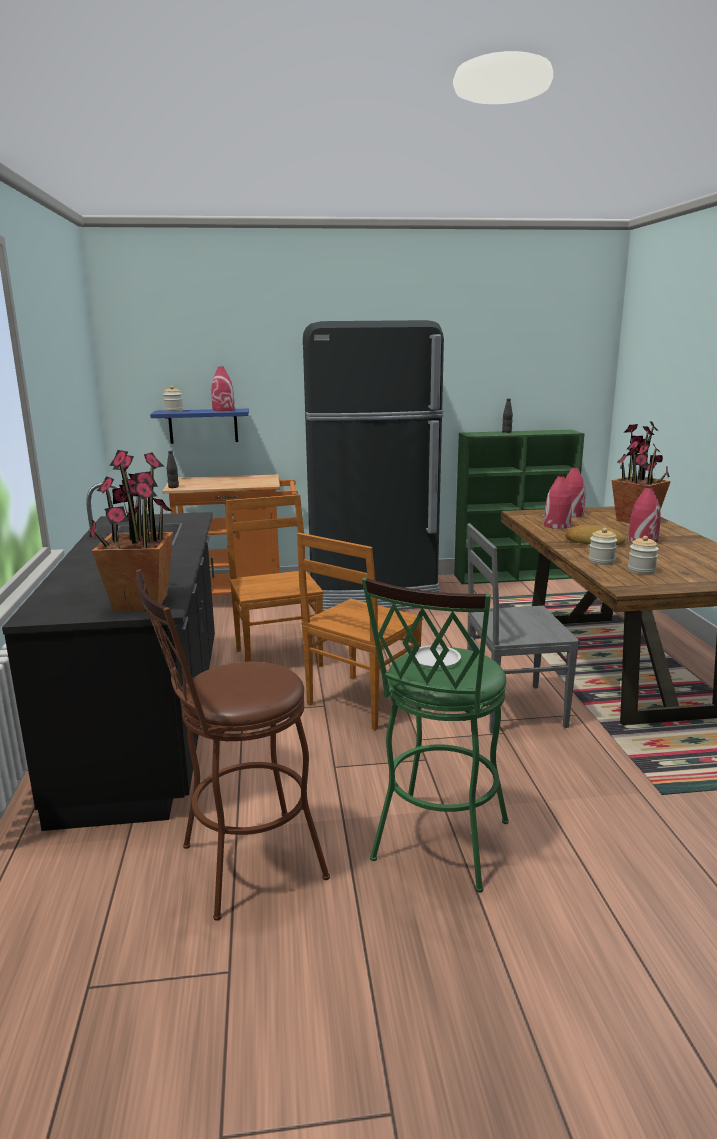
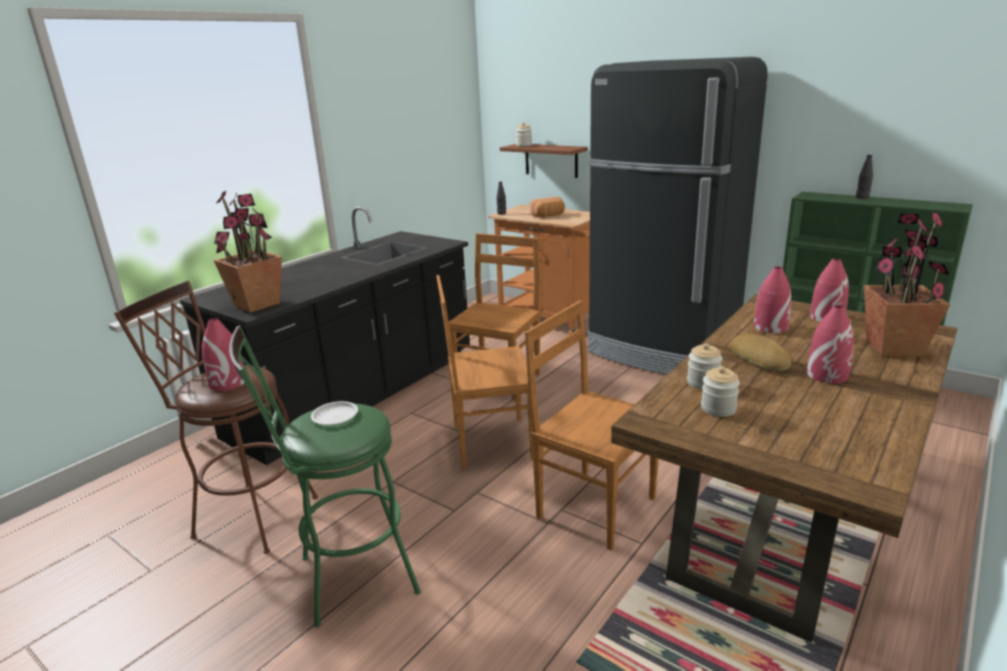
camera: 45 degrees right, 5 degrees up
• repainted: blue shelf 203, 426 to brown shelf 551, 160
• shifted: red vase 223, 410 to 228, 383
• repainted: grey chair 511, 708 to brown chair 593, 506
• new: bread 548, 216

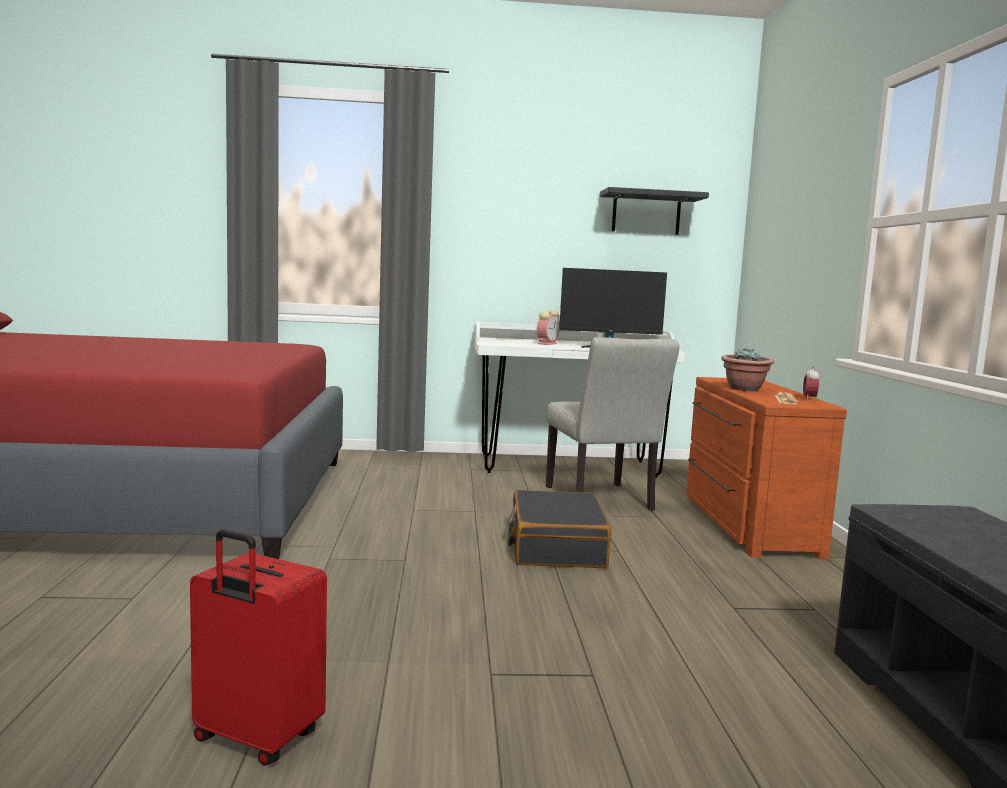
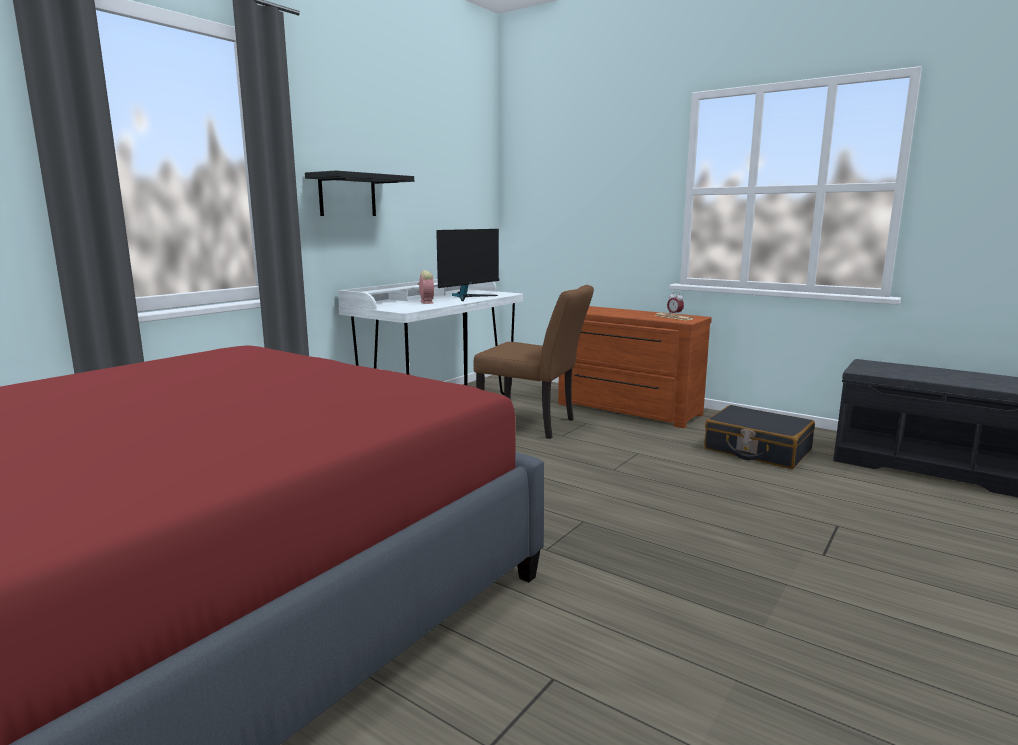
camera: 50 degrees left, 5 degrees up
• gone: red suitcase 255, 739
• shifted: black suitcase 556, 546 to 757, 450
• repainted: grey chair 602, 501 to brown chair 534, 425
• shifted: black shelf 646, 213 to 347, 195
• gone: potted plant 744, 389

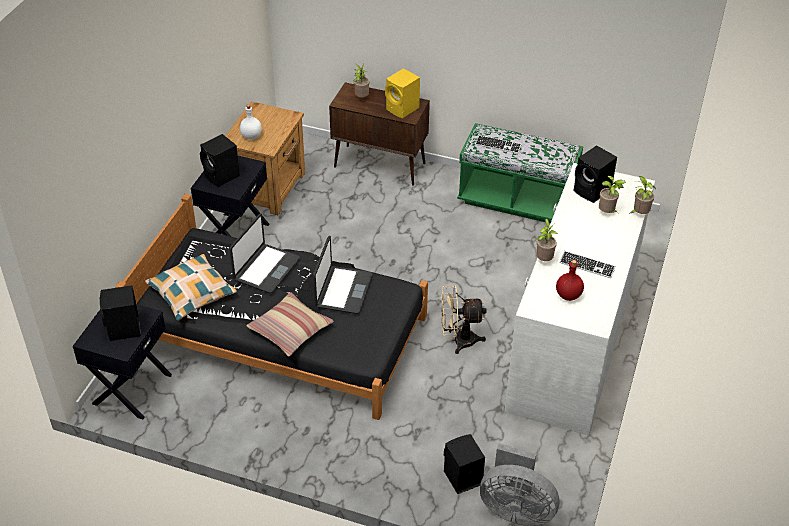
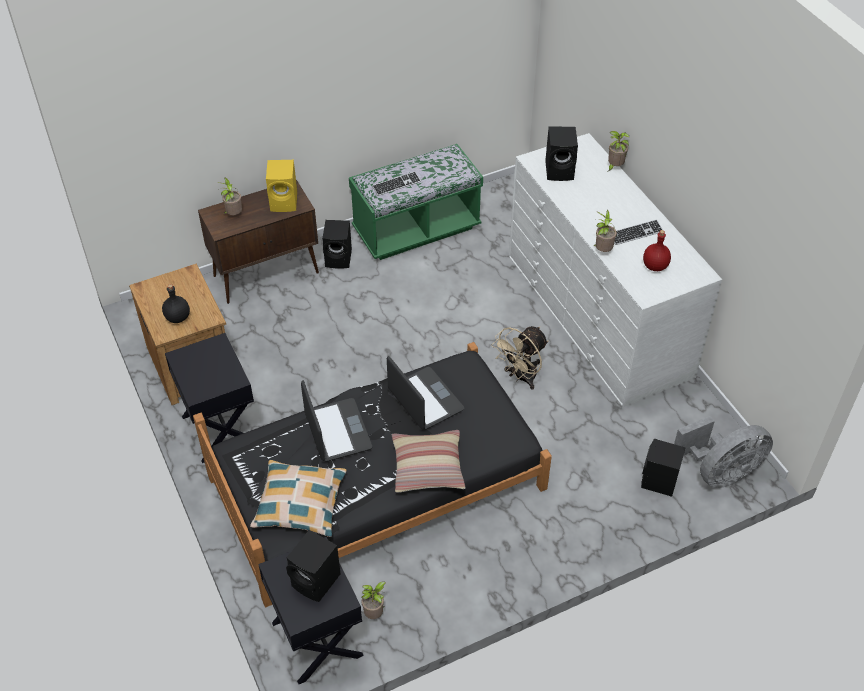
camera: 45 degrees left, 5 degrees up
• shifted: black speaker 222, 176 to 339, 258
• repainted: white bottle 251, 136 to black bottle 178, 318
• shifted: potted plant 607, 213 to 375, 614

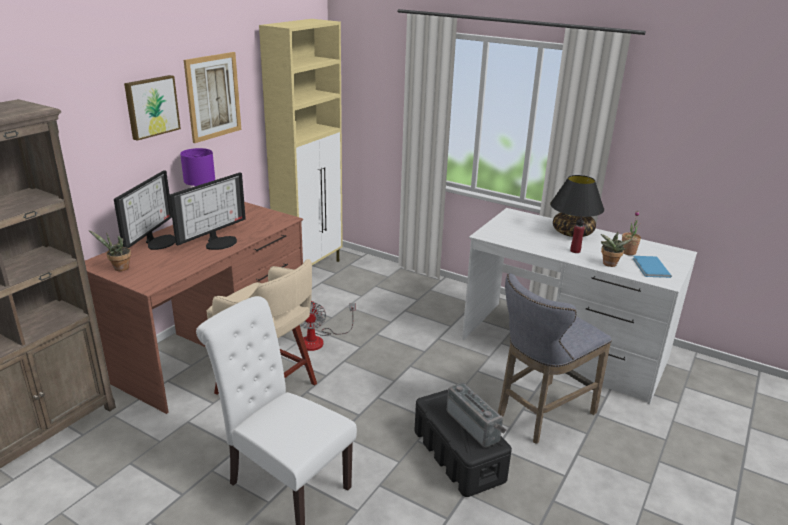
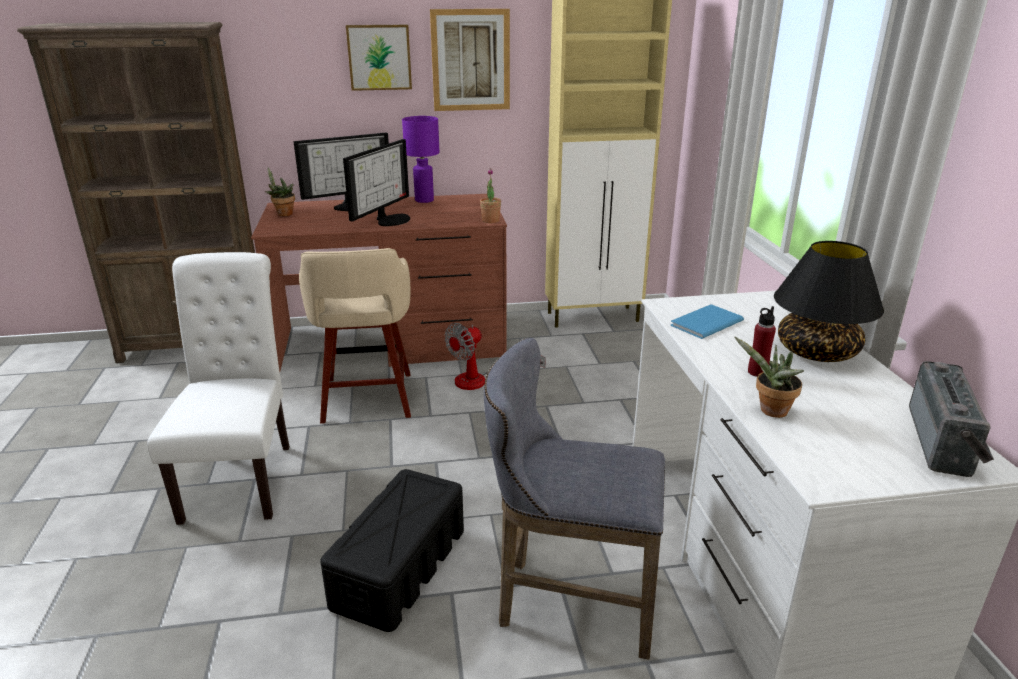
camera: 50 degrees right, 0 degrees up
• rotated: monitor 219, 242 = 390, 219 60 degrees counterclockwise
• shifted: radio 475, 425 to 945, 442
• shifted: potted plant 628, 252 to 490, 220
• shifted: blue book 650, 268 to 704, 323

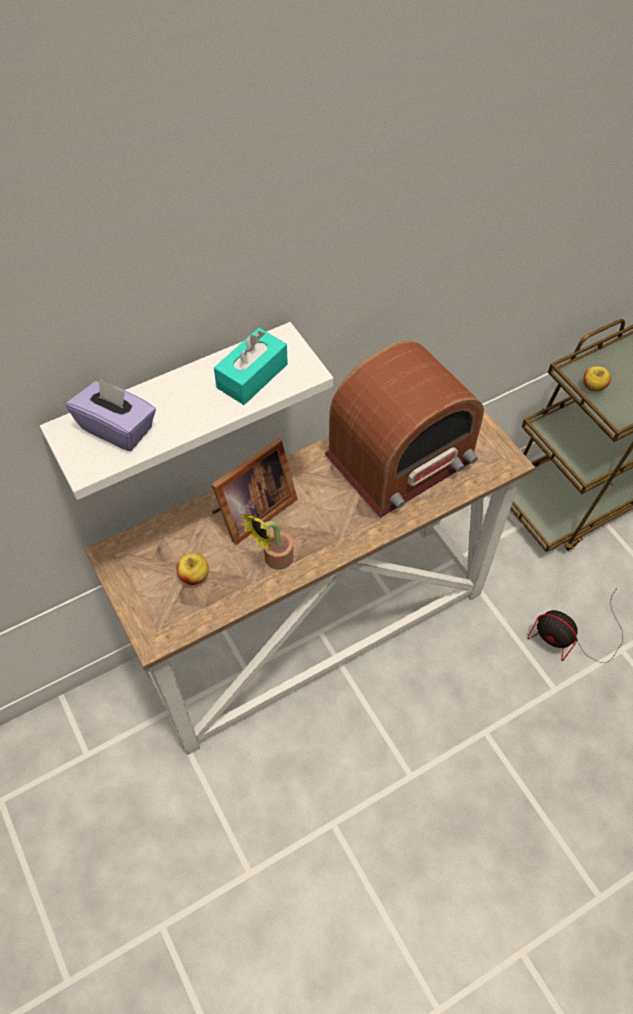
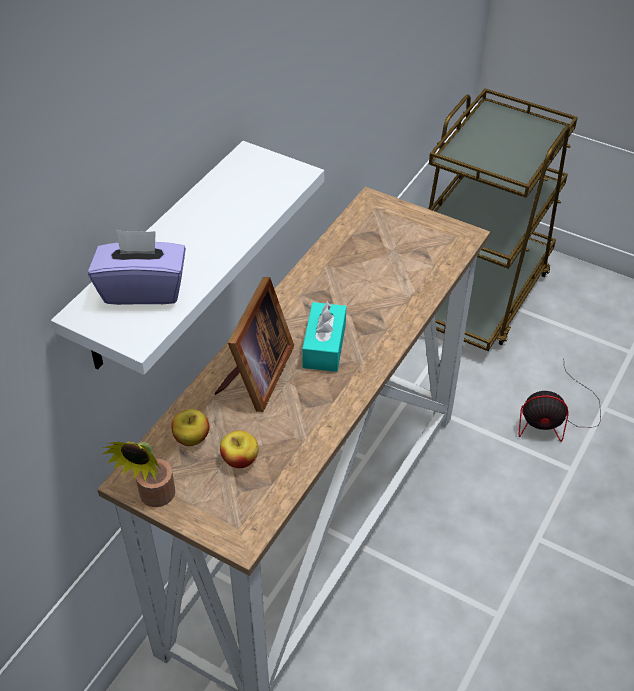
camera: 30 degrees left, 10 degrees down
• shifted: turquoise tissue box 252, 376 to 324, 346
• shifted: potted plant 274, 561 to 154, 498
• gone: radio 401, 459
• shifted: apple 593, 386 to 191, 438

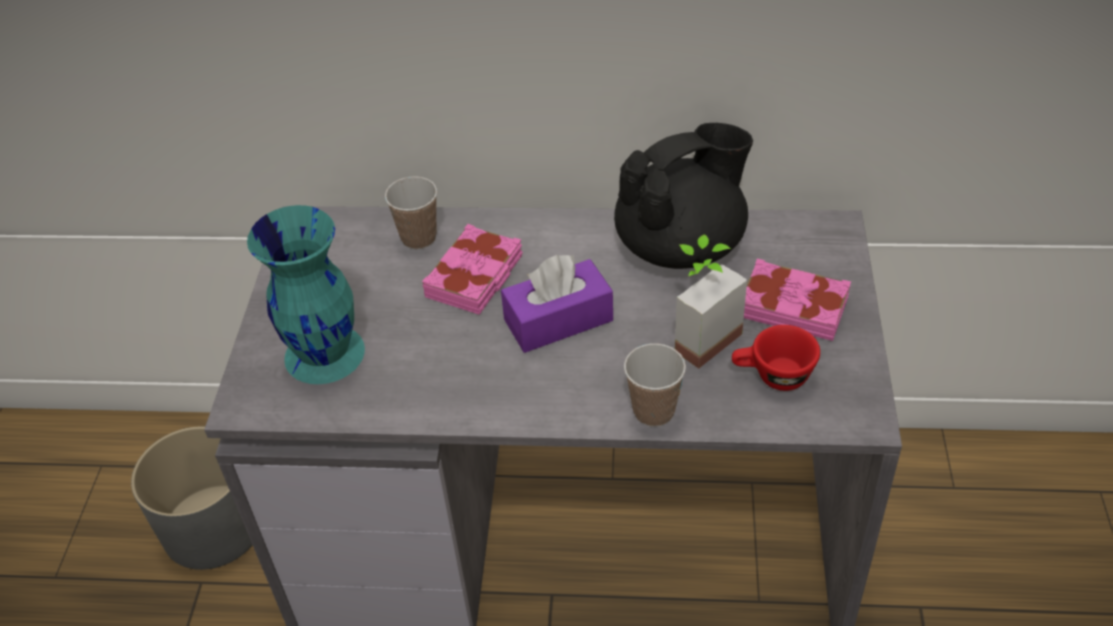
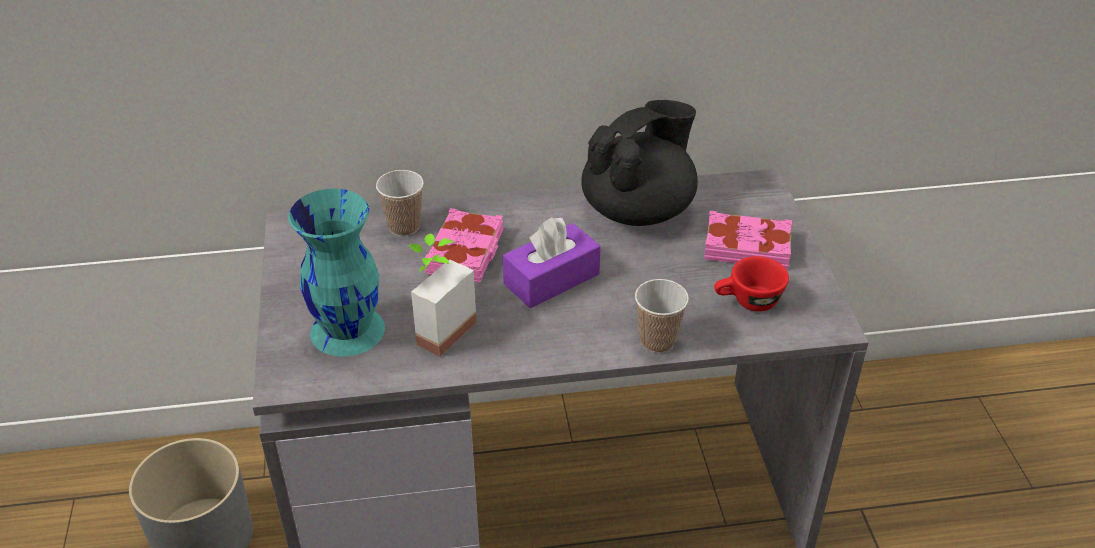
camera: 15 degrees left, 5 degrees down
• shifted: potted plant 698, 335 to 437, 328

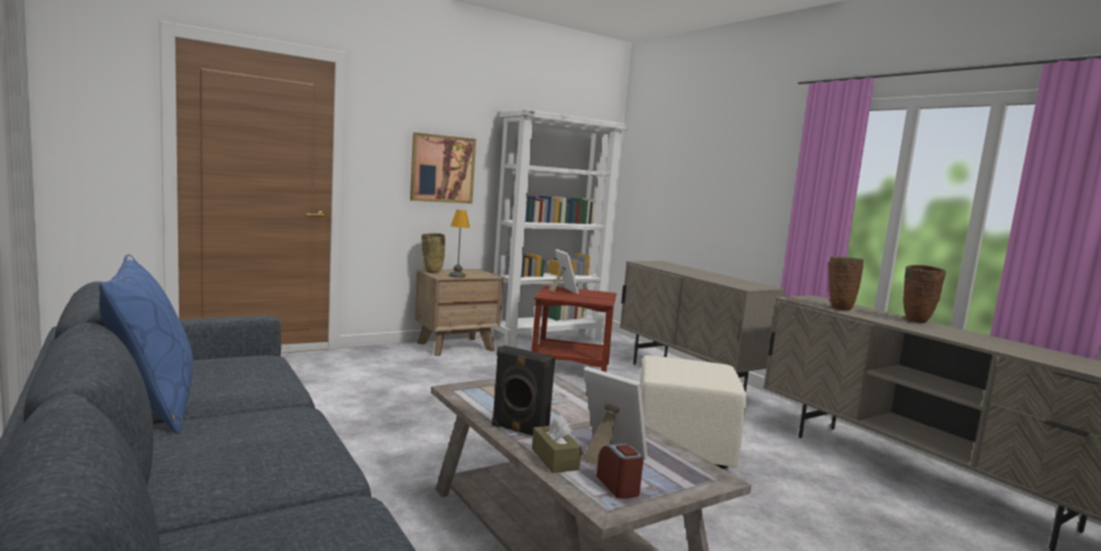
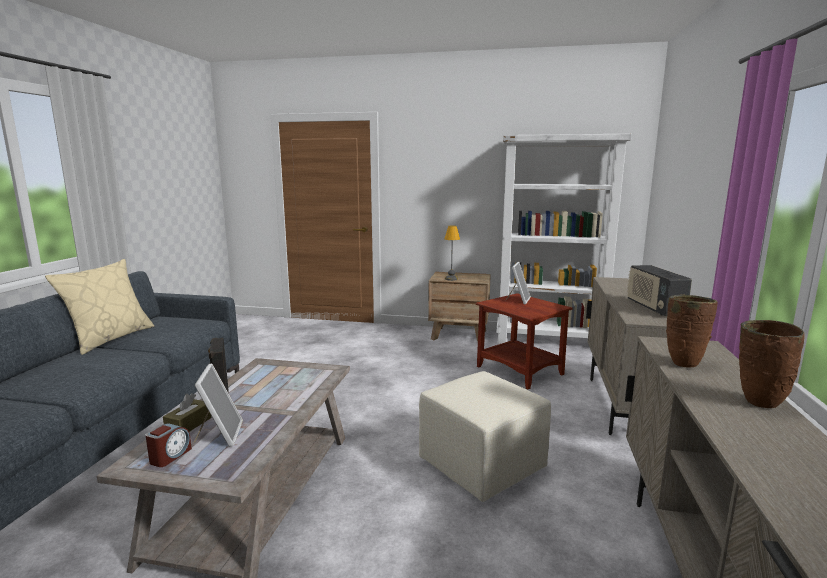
camera: 45 degrees right, 5 degrees up
• repainted: blue pillow 152, 405 to beige pillow 110, 338
• gone: picture 442, 169
• gone: beige vase 431, 272
• new: radio 654, 308

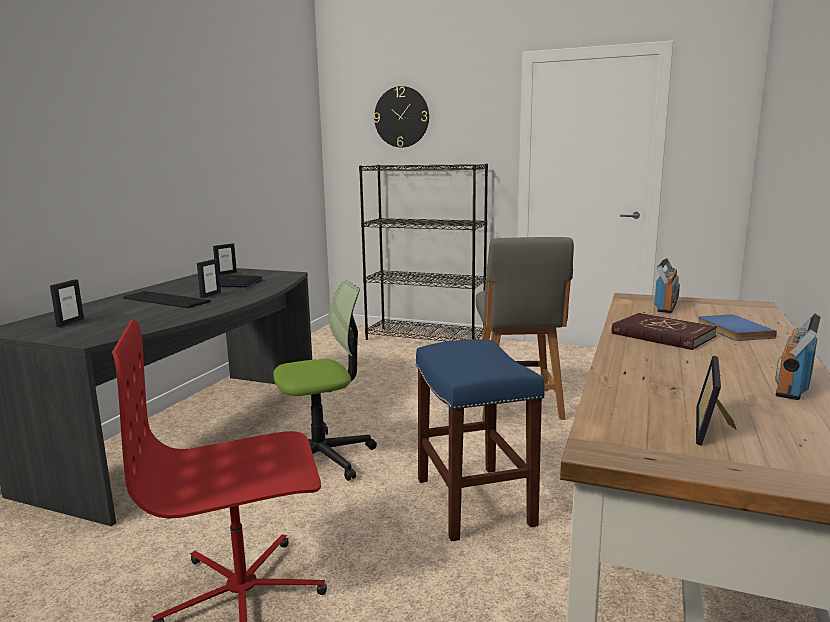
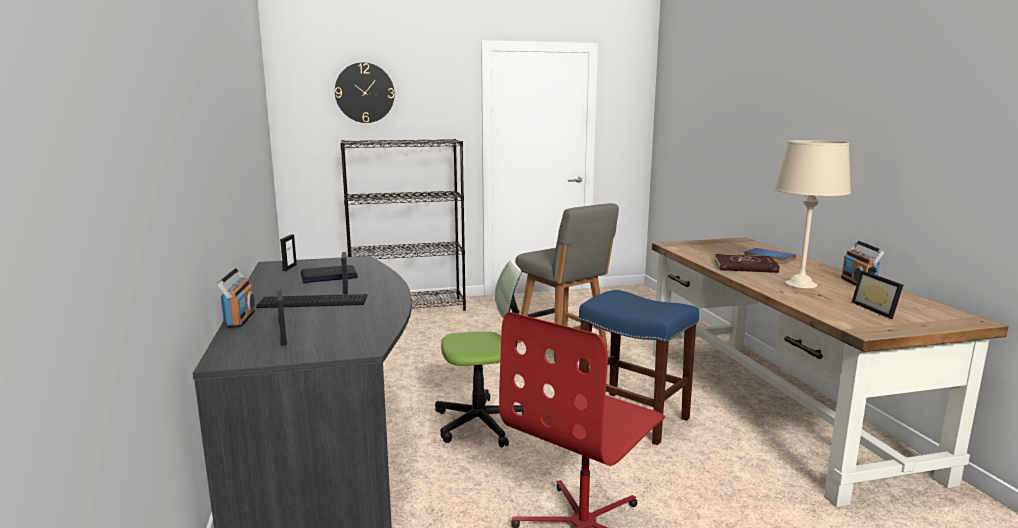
camera: 35 degrees left, 0 degrees up
• rotated: office chair 322, 457 = 481, 422 45 degrees clockwise
• shifted: radio 666, 307 to 240, 319
• new: beige table lamp 801, 284

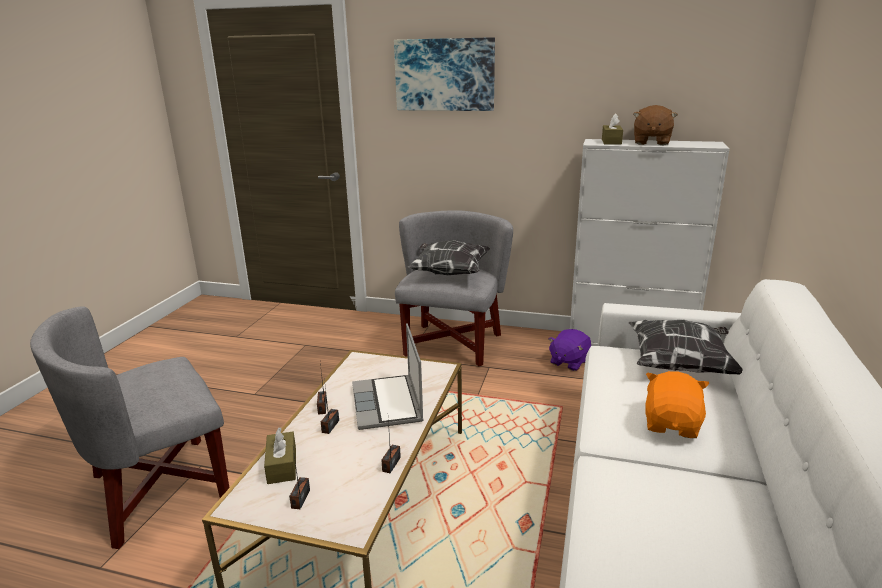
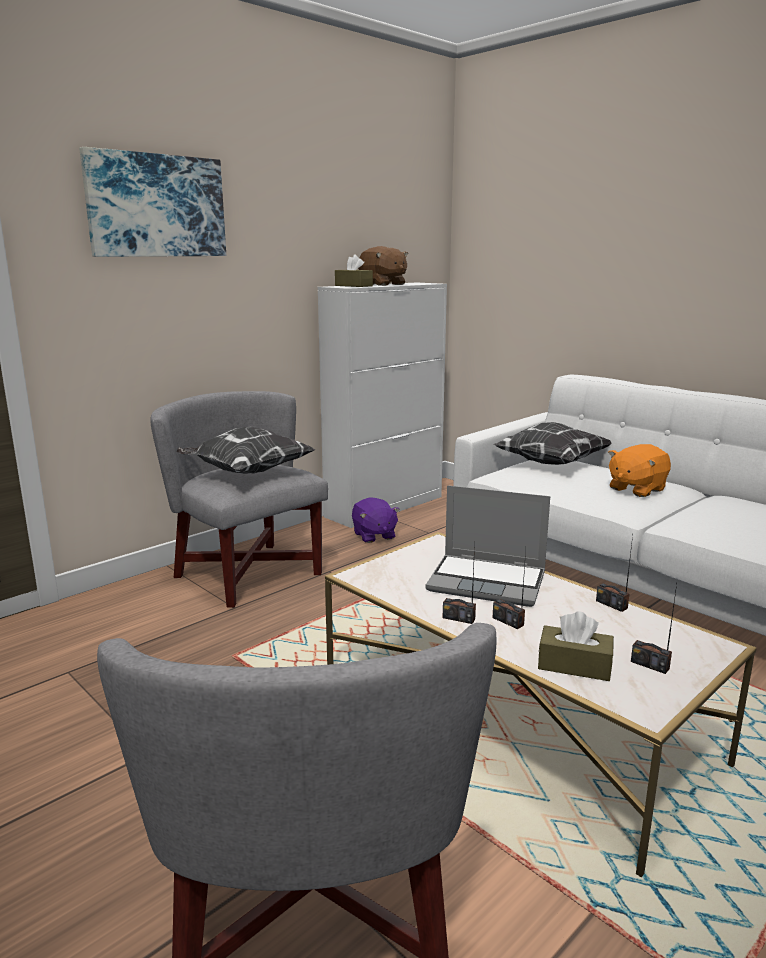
camera: 60 degrees left, 5 degrees down
• rotated: orange plush toy 672, 424 = 636, 489 90 degrees counterclockwise

